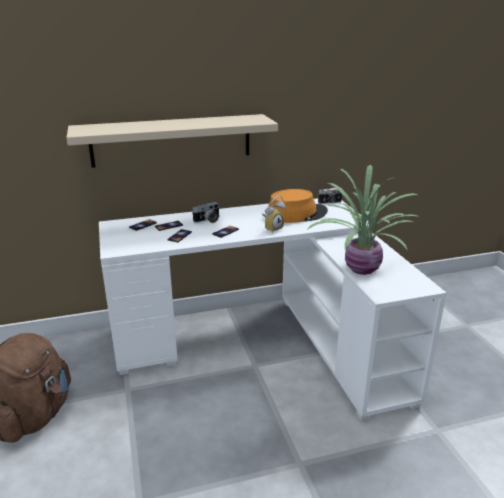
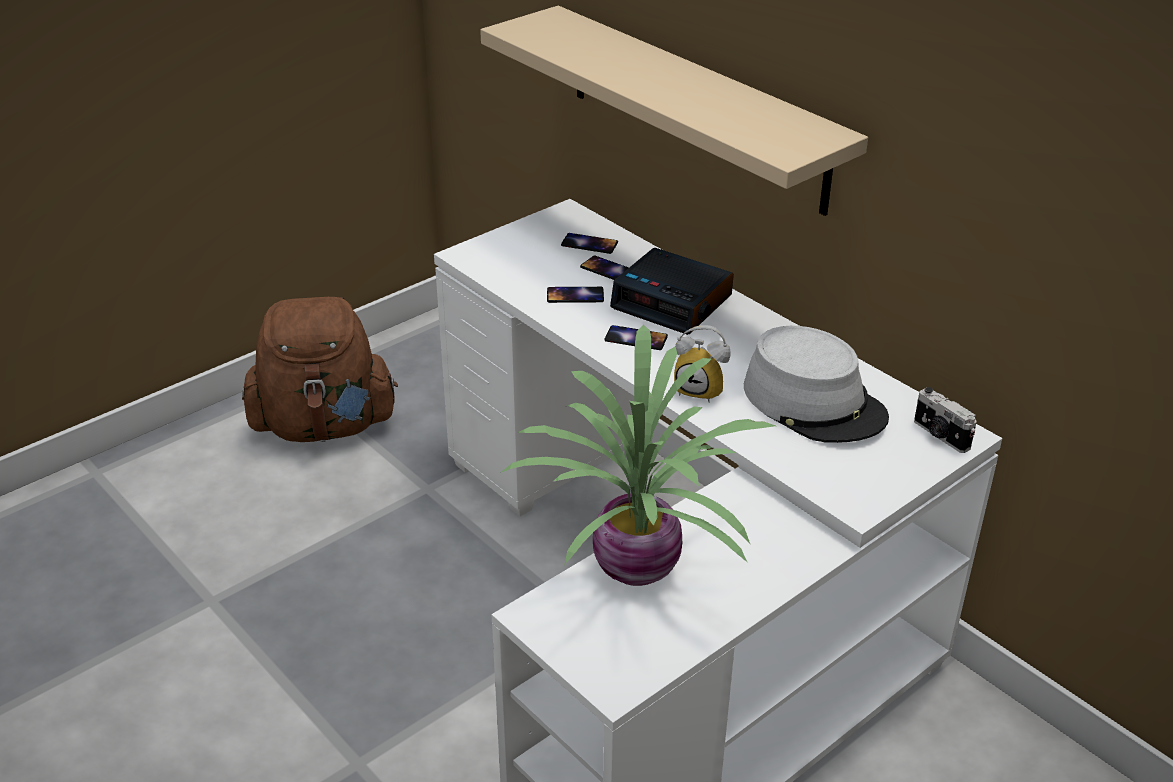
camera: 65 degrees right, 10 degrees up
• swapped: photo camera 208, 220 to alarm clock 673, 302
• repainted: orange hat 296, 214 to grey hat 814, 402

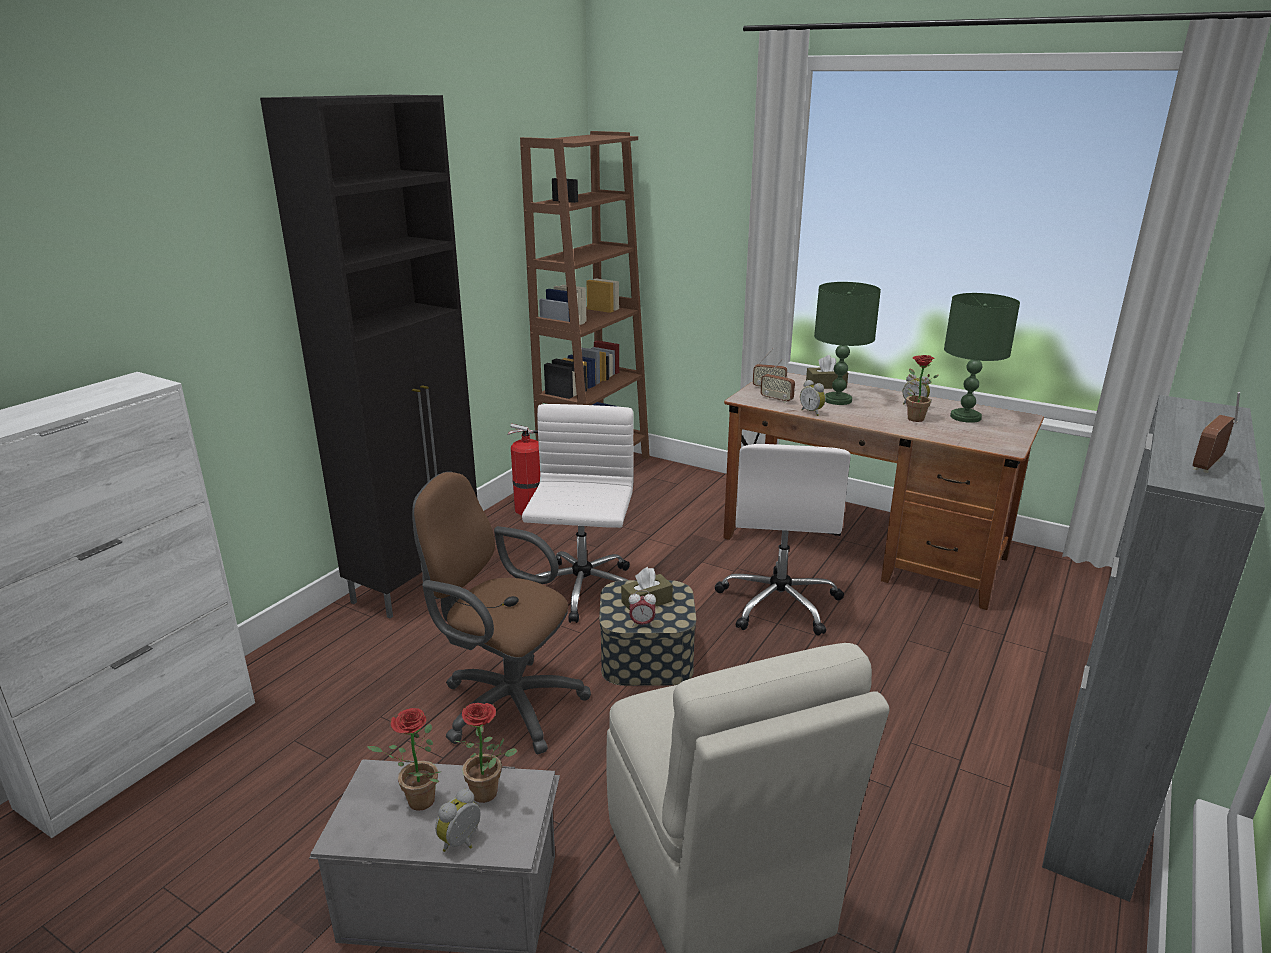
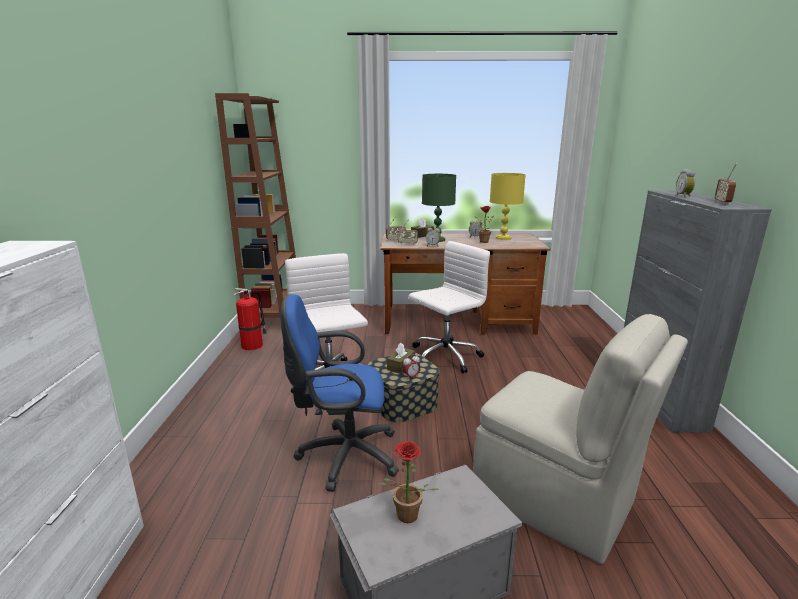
camera: 30 degrees left, 5 degrees down
• gone: black cabinet 418, 580
• repainted: brown office chair 505, 703 to blue office chair 343, 456
• shifted: alarm clock 462, 843 to 684, 196
• gone: potted plant 490, 793
• rotated: white office chair 779, 603 = 444, 356 105 degrees counterclockwise
• repainted: green table lamp 965, 417 to yellow table lamp 503, 238

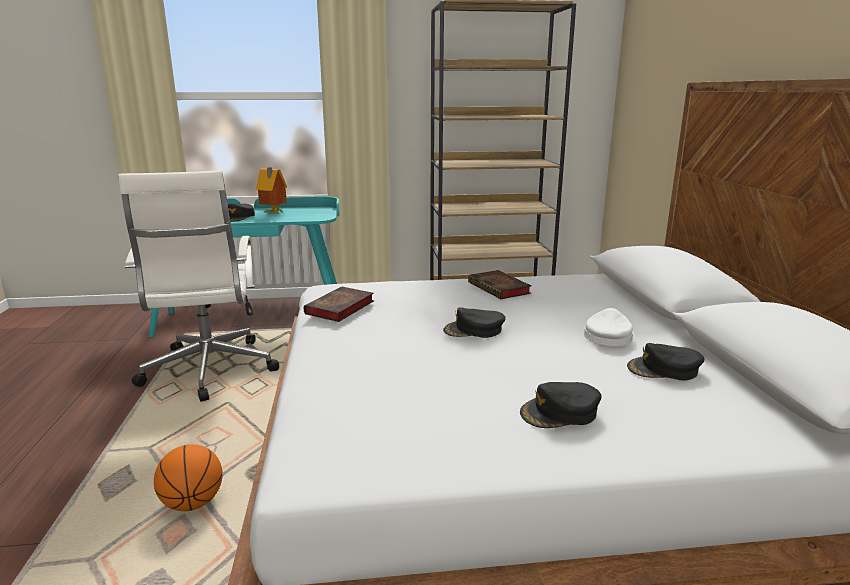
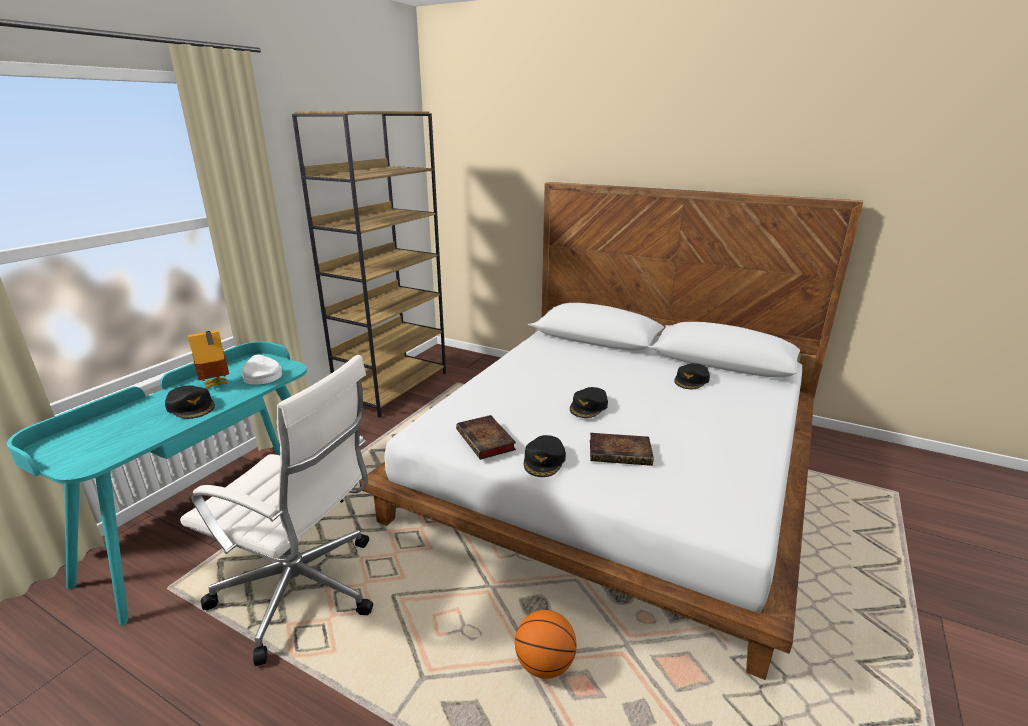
camera: 55 degrees left, 5 degrees up
• shifted: book 500, 289 to 621, 452
• shifted: black cap 560, 412 to 544, 461
• shifted: white cap 607, 335 to 261, 376

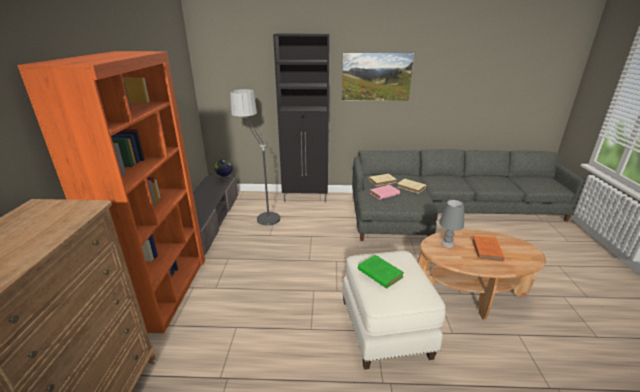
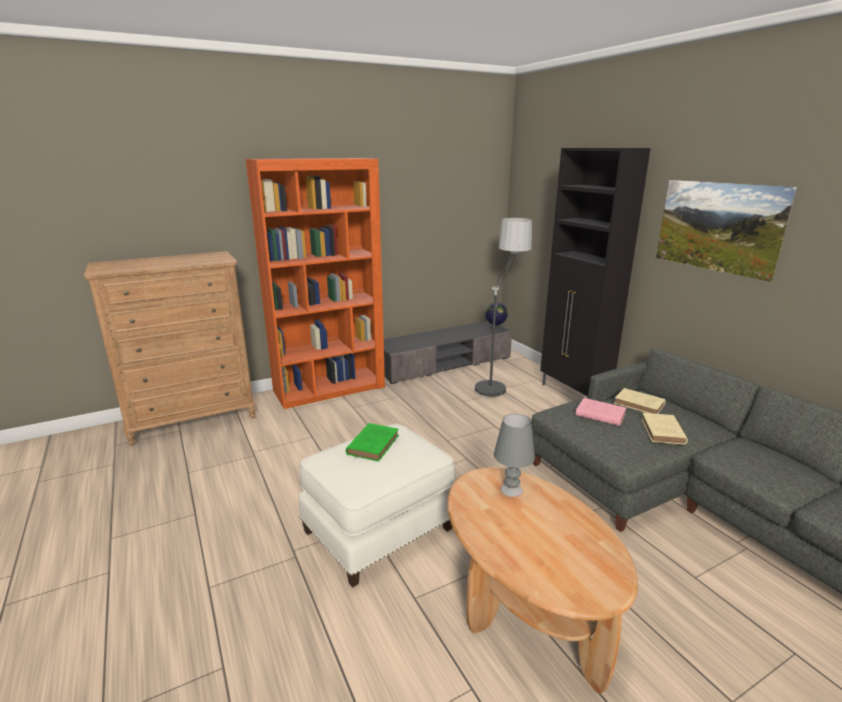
camera: 60 degrees right, 5 degrees down
• gone: orange book 487, 251

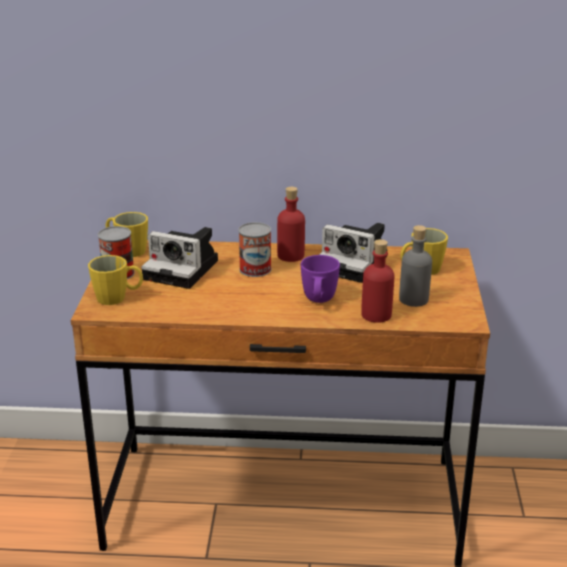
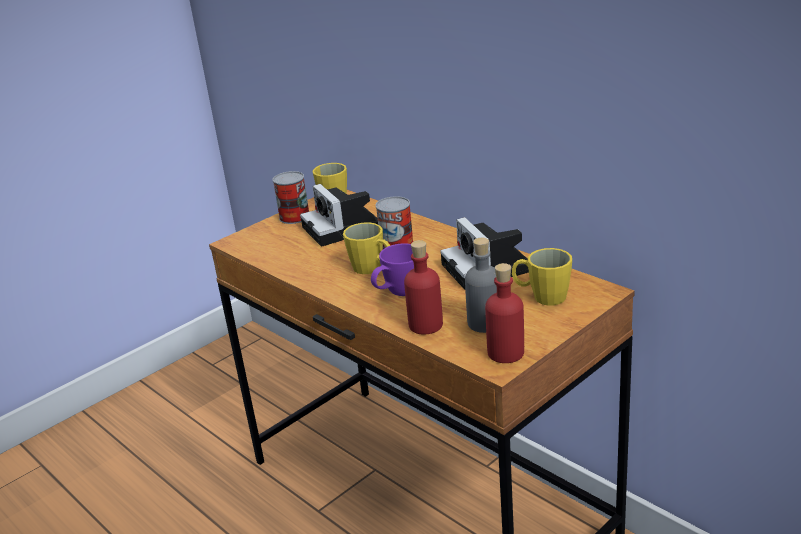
camera: 45 degrees right, 0 degrees up
• shifted: yellow mug 118, 298 to 372, 269
• shifted: red bottle 291, 255 to 506, 353

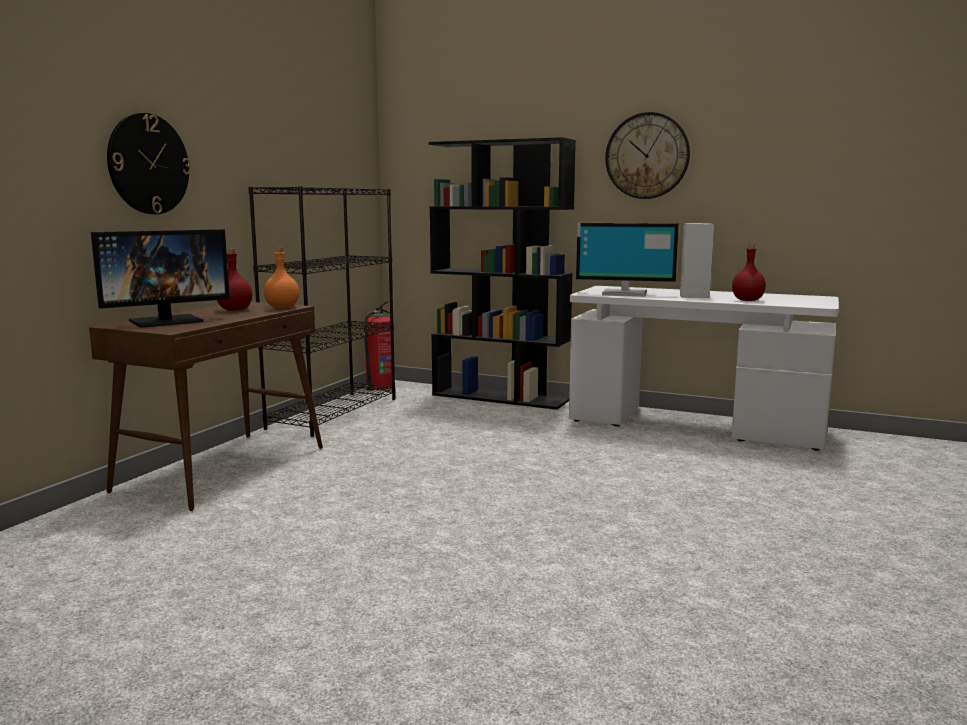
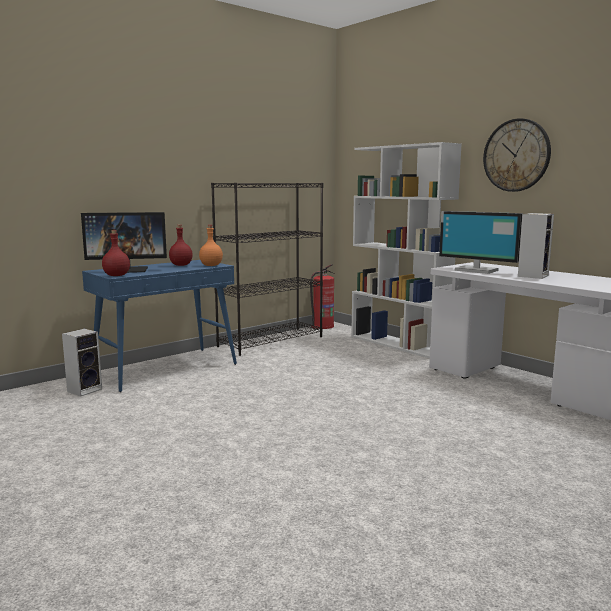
camera: 25 degrees right, 0 degrees up
• repainted: brown console table 224, 468 to blue console table 166, 368
• gone: wall clock 148, 164
• repainted: black bookcase 501, 397 to white bookcase 399, 344
• shifted: red bottle 748, 300 to 117, 275
• new: speaker 85, 390

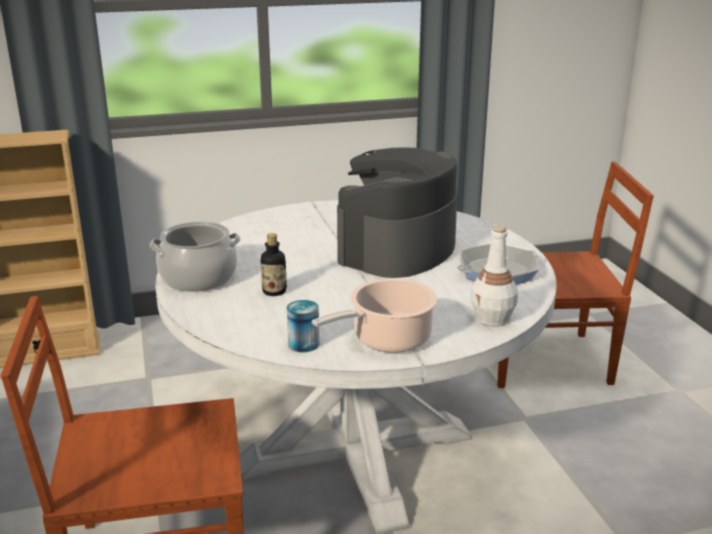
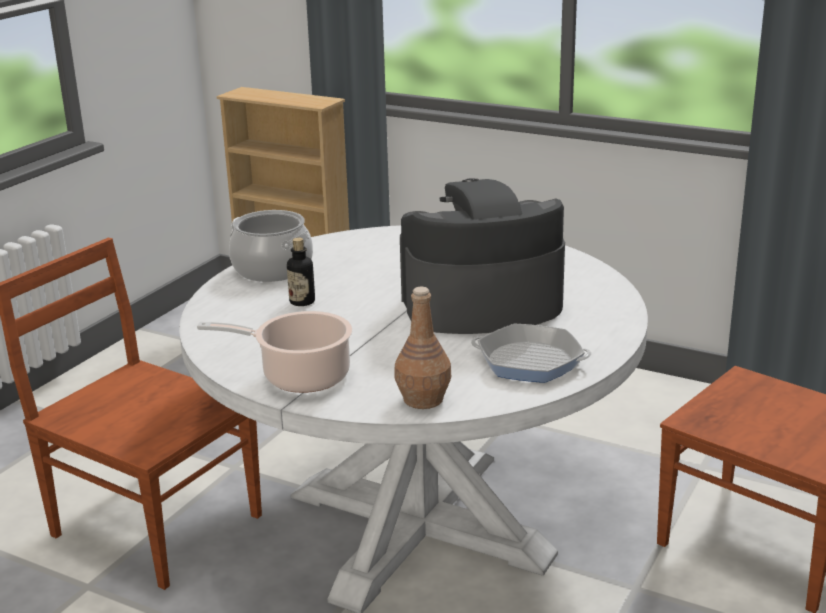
camera: 45 degrees right, 0 degrees up
• gone: can 303, 344
• repainted: white bottle 492, 319 to brown bottle 423, 400

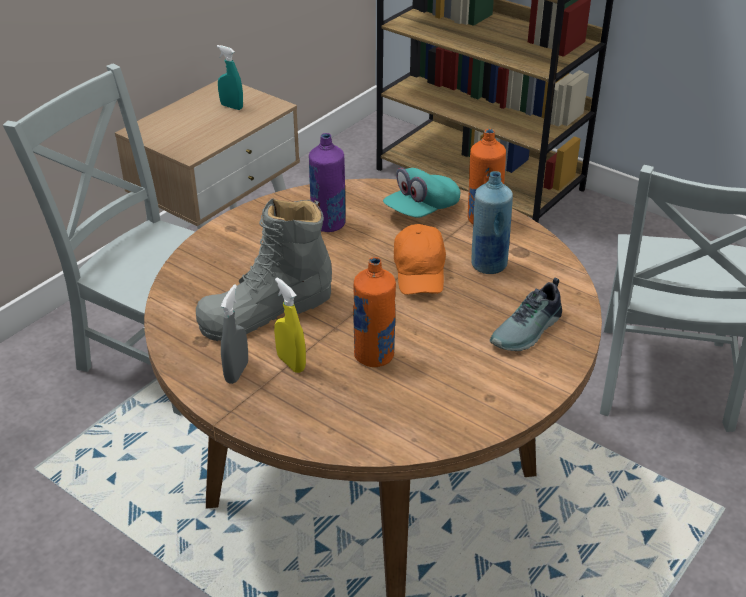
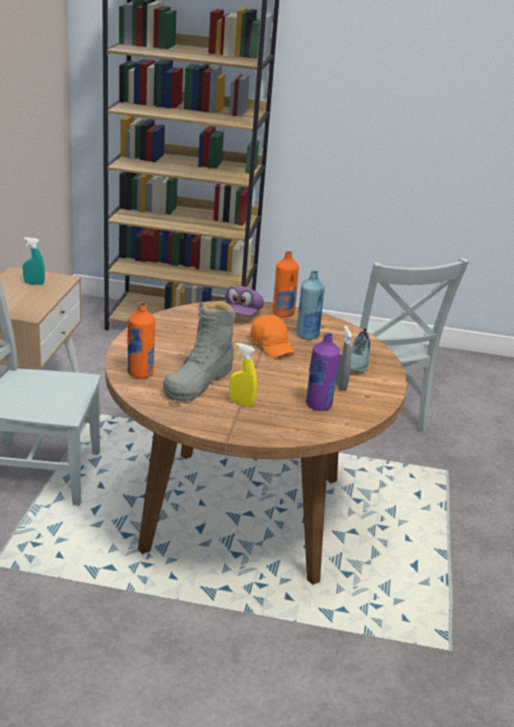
camera: 30 degrees left, 10 degrees down
• shifted: grey spray bottle 236, 372 to 340, 385
• shifted: purple bottle 328, 224 to 319, 405
• shifted: orange bottle 374, 356 to 140, 373
• repainted: turquoise cap 421, 210 to purple cap 242, 314

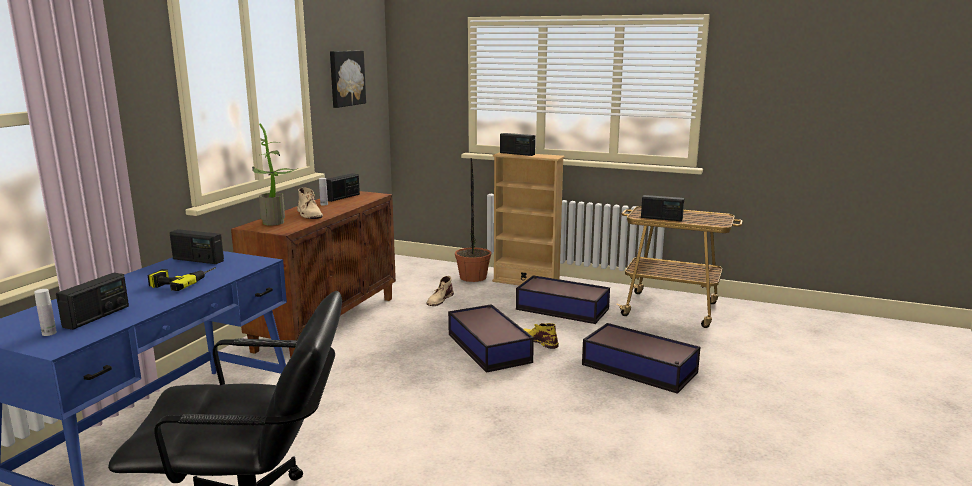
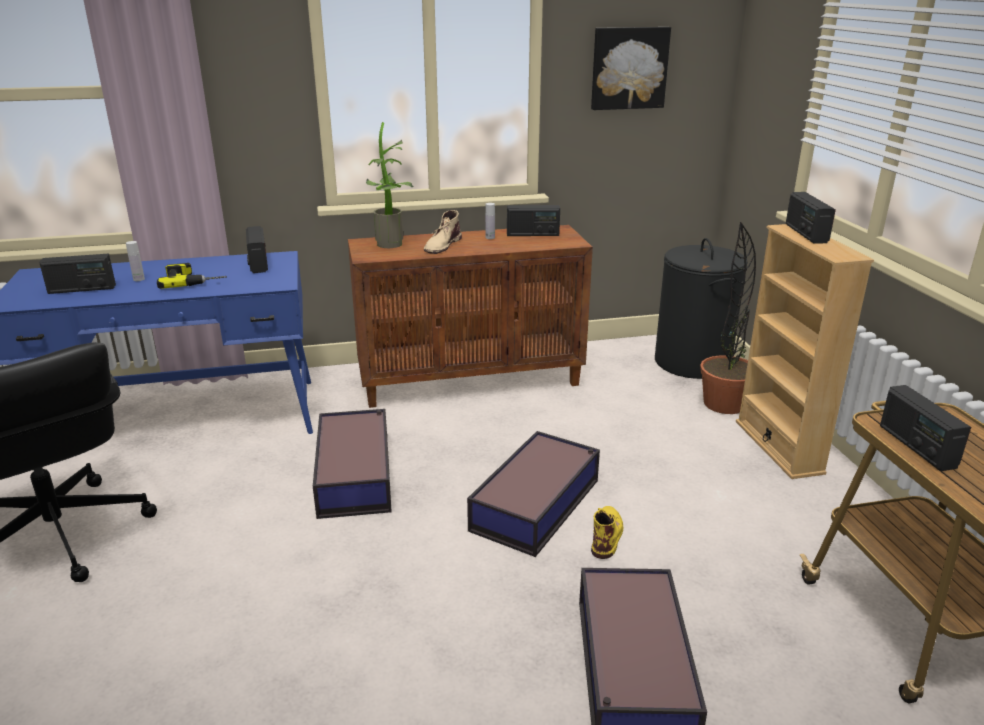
camera: 55 degrees right, 10 degrees up
• shifted: white bottle 49, 333 to 139, 279
• gone: beige boot 439, 300
• shifted: storage box 561, 308 to 355, 474
• new: black laundry basket 692, 362

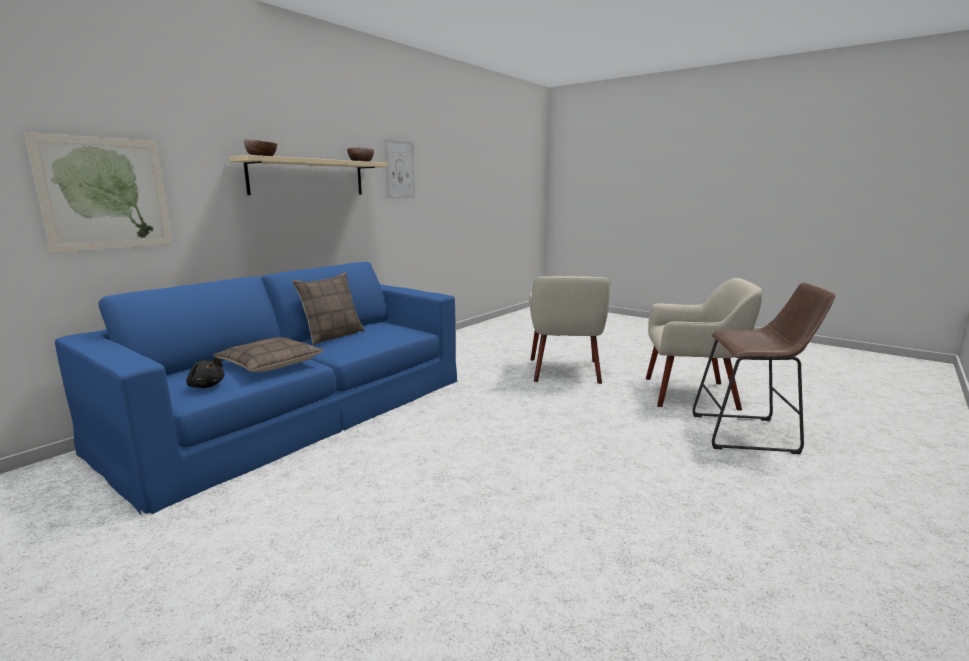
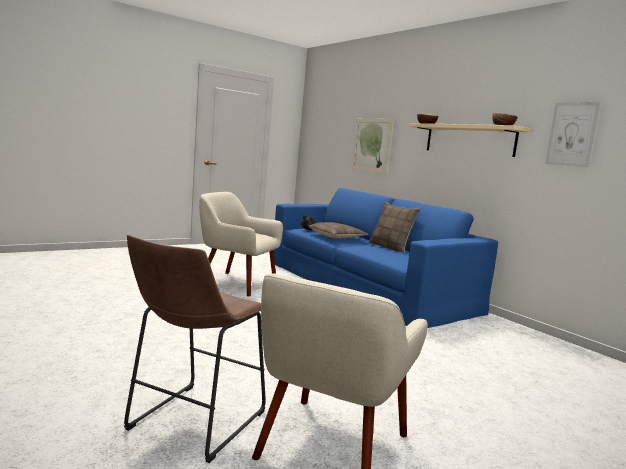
camera: 105 degrees right, 5 degrees down
• shifted: beige armchair 565, 371 to 236, 283

